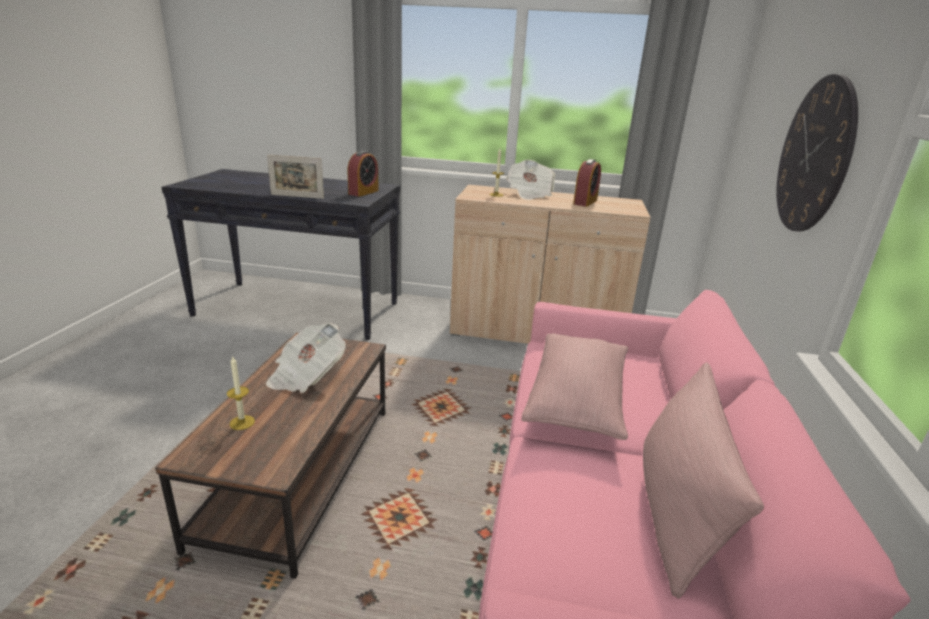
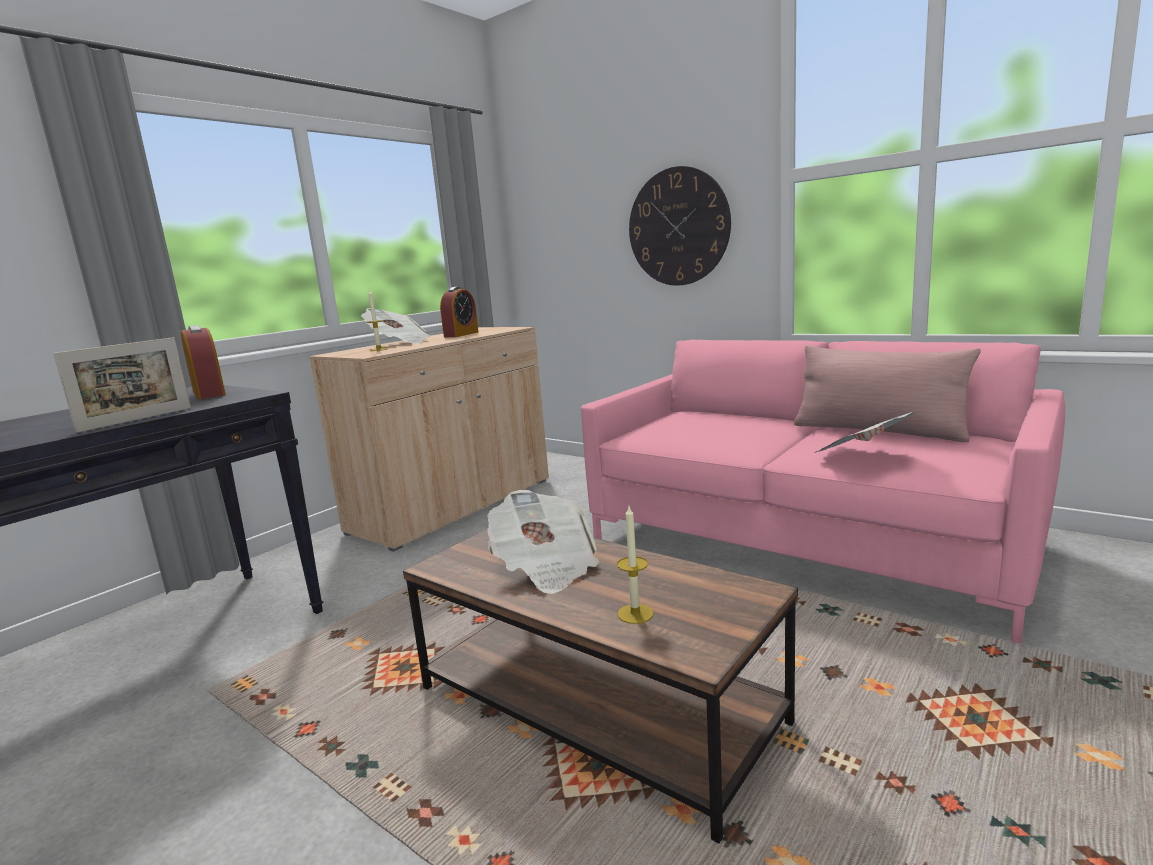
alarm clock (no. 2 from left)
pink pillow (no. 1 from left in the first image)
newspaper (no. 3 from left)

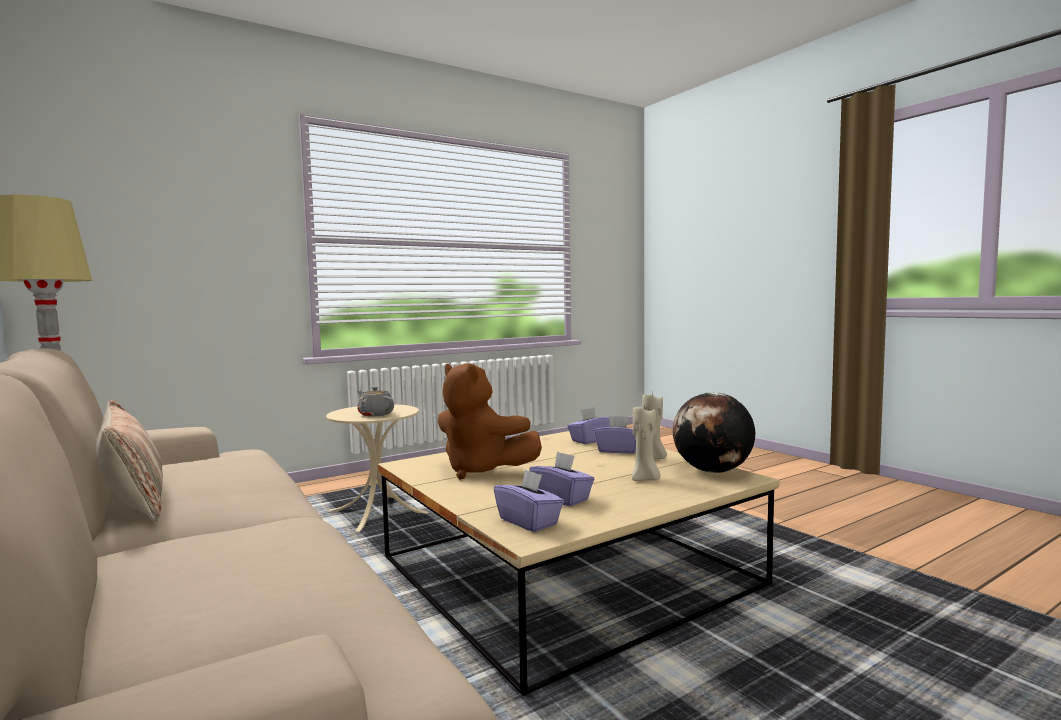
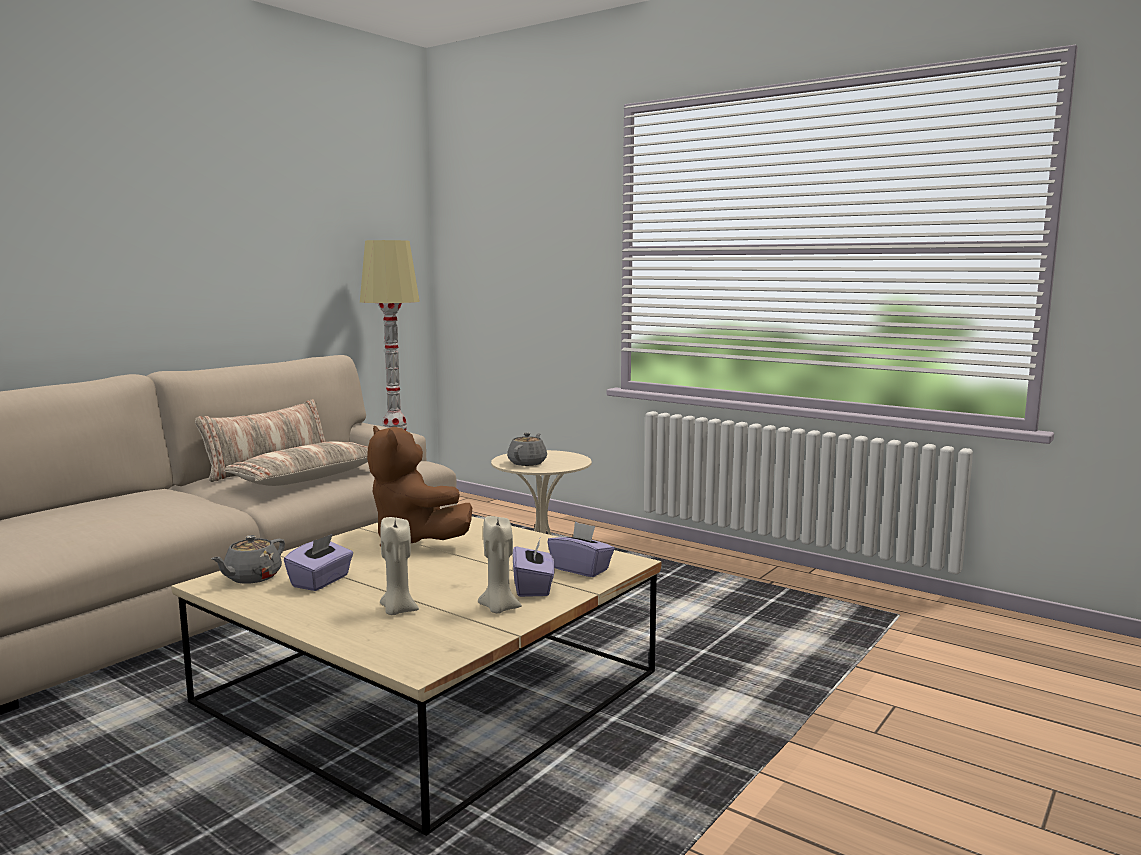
brown plush toy
globe
grey teapot (no. 1 from left)
pillow (no. 2 from left)

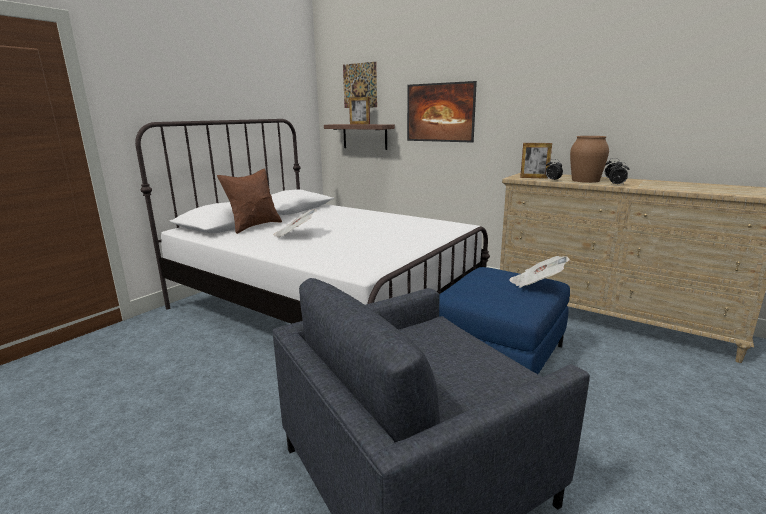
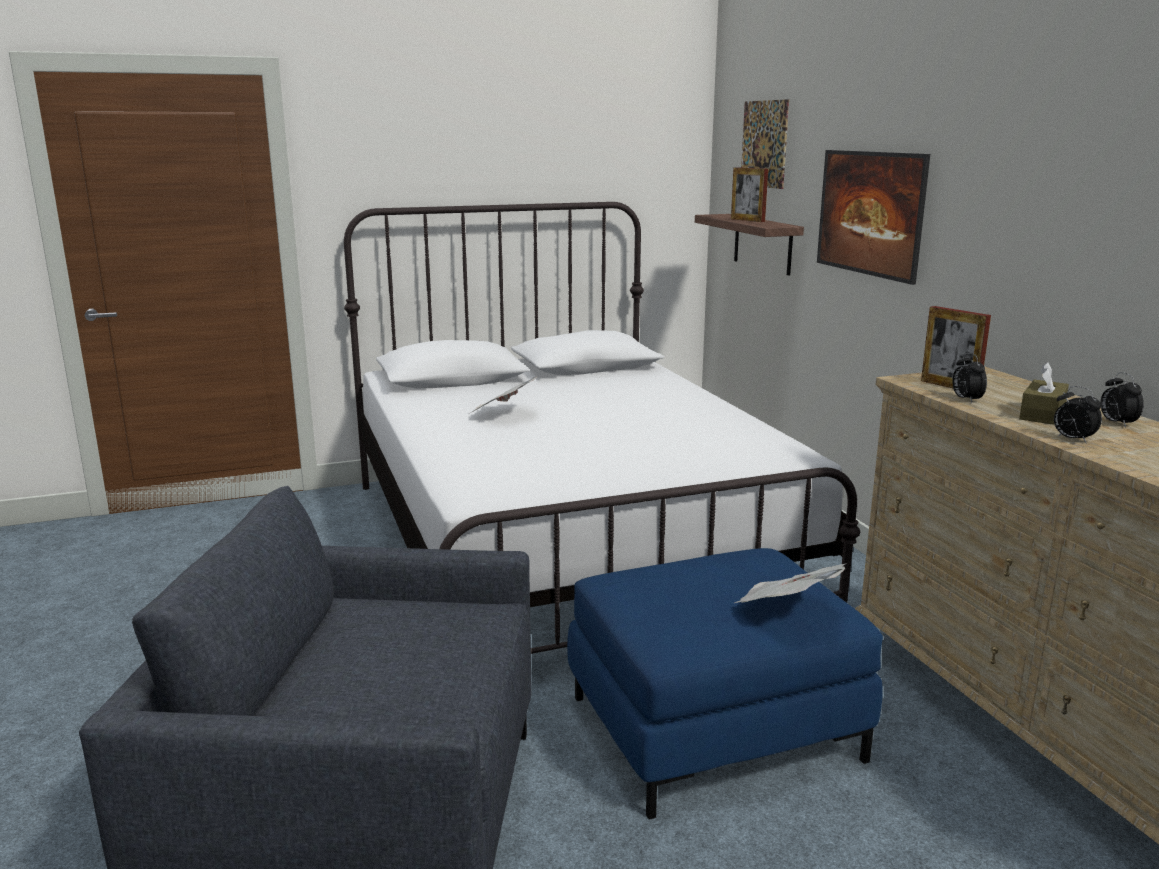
brown tissue box
brown pillow

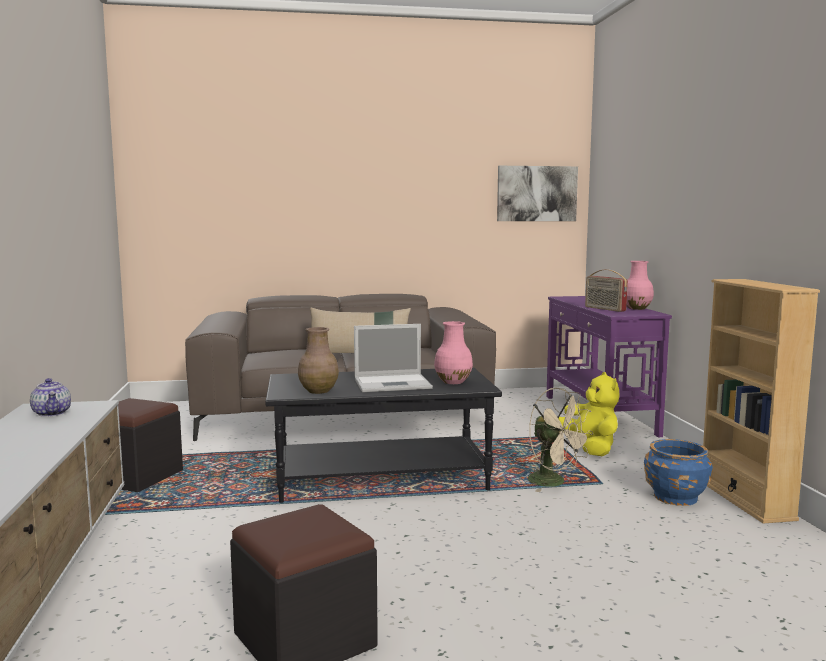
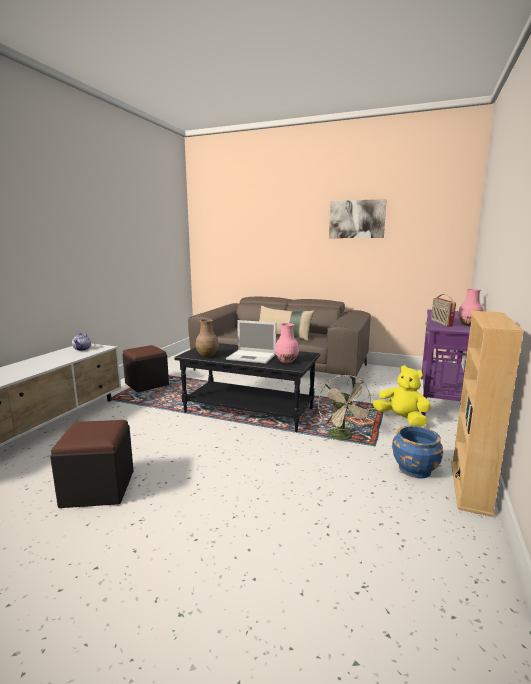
picture
yellow plush toy

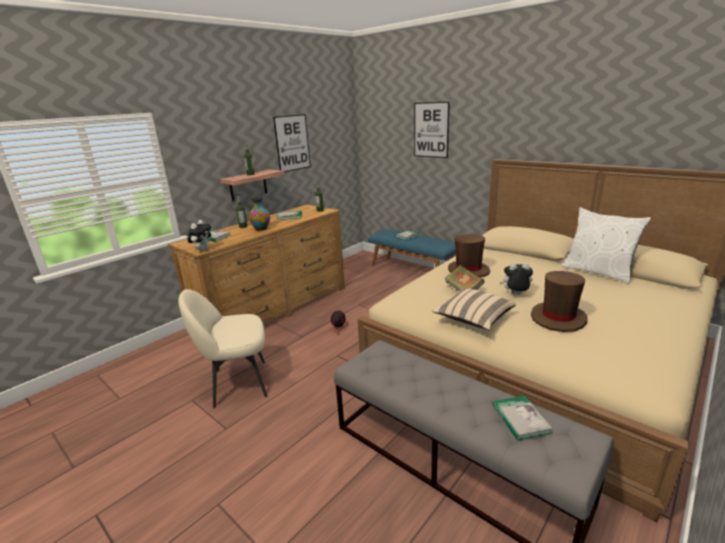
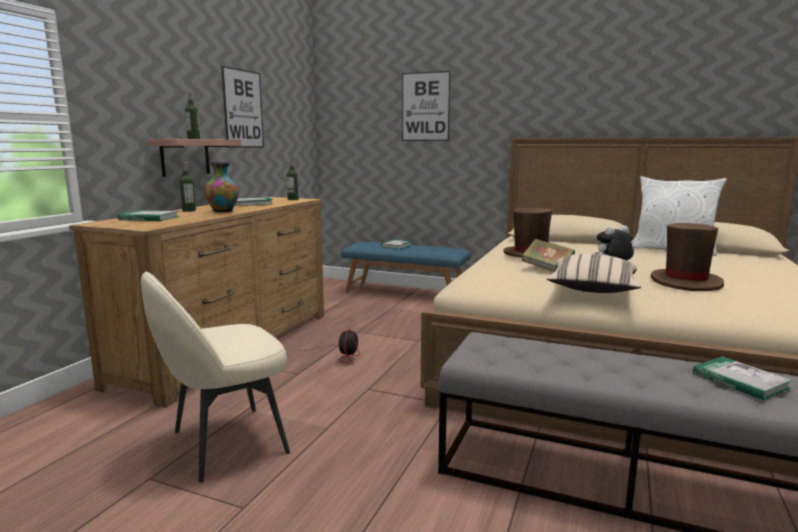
plush toy (no. 1 from left in the first image)

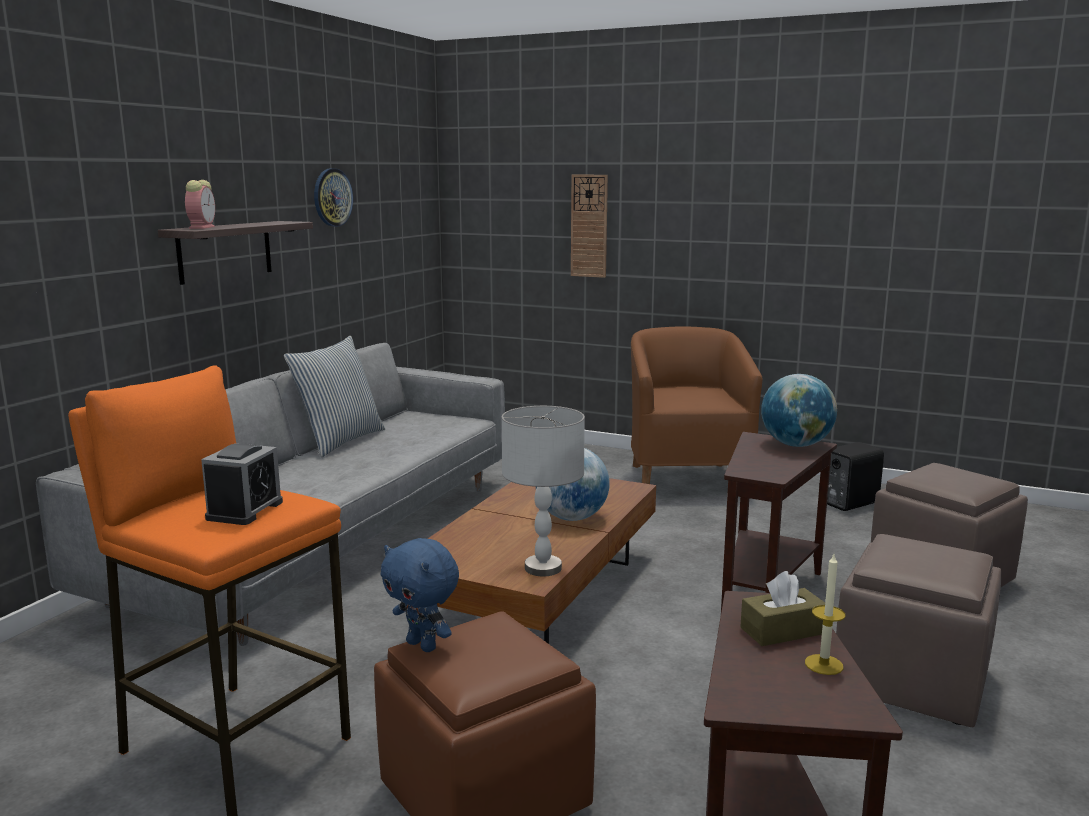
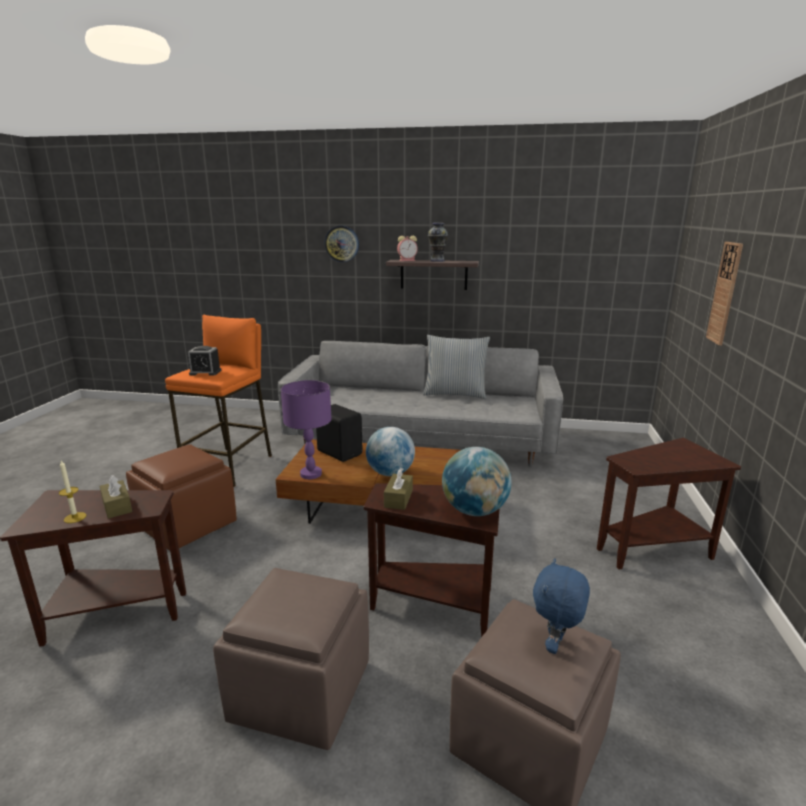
wall clock (no. 1 from left)
brown side table (no. 3 from left)
purple table lamp
black speaker
blue plush toy
vase
brown tissue box (no. 2 from left)

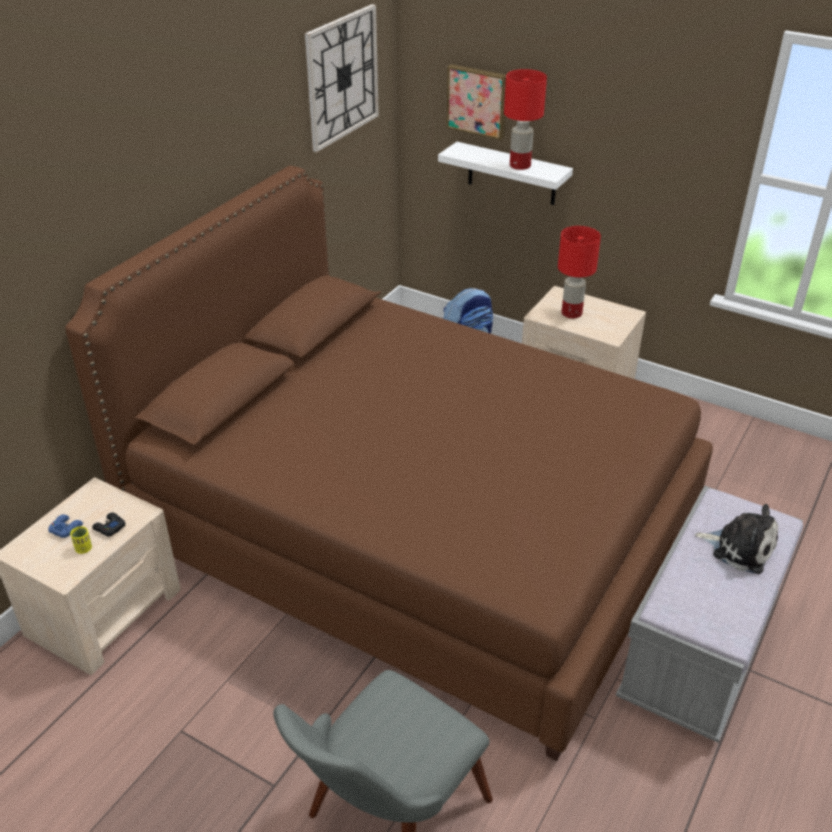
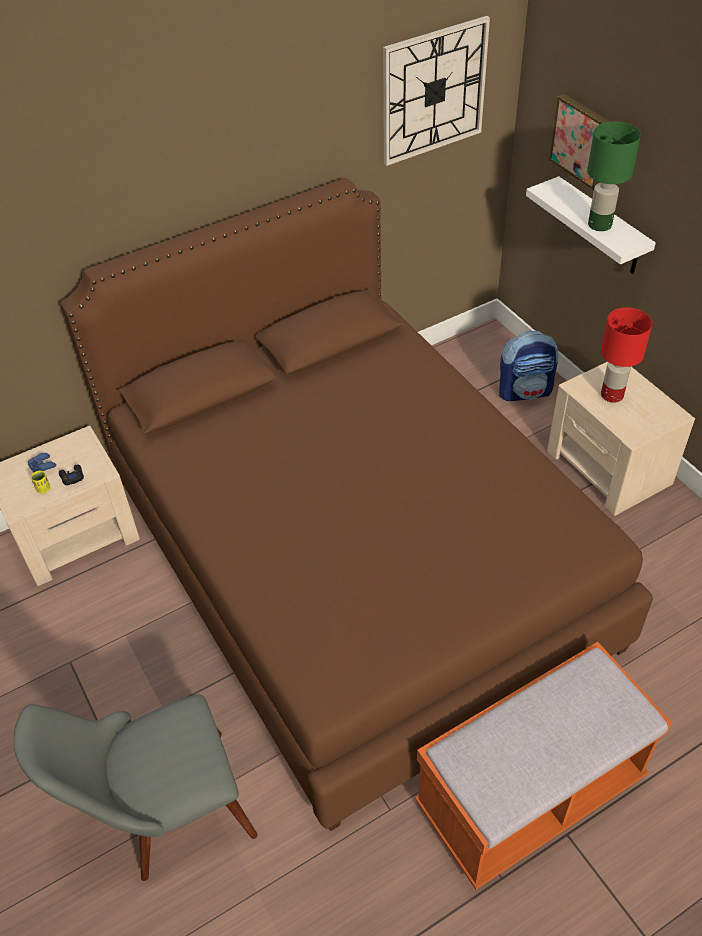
green table lamp
orange bench
plush toy

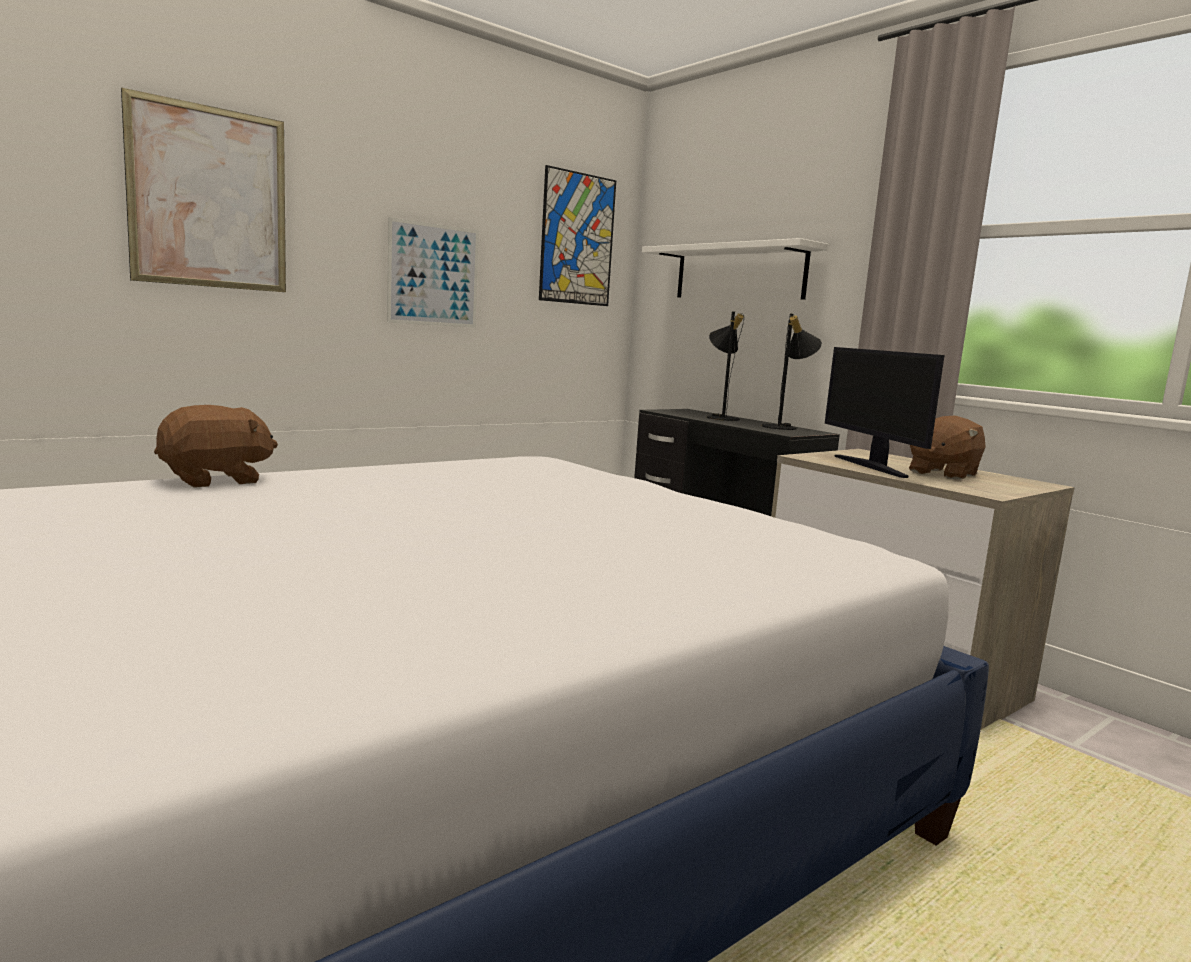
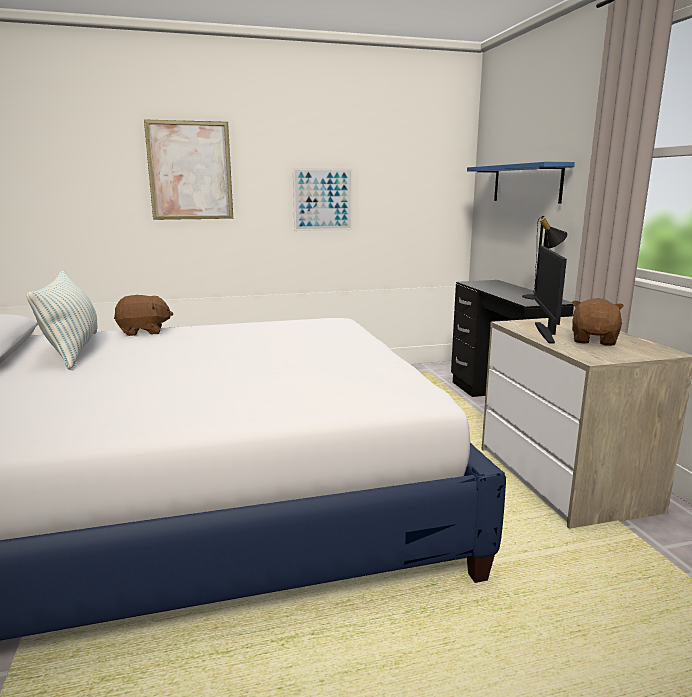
picture (no. 3 from left in the first image)
blue shelf
black table lamp (no. 1 from left in the first image)
brown plush toy (no. 2 from left)
pillow

